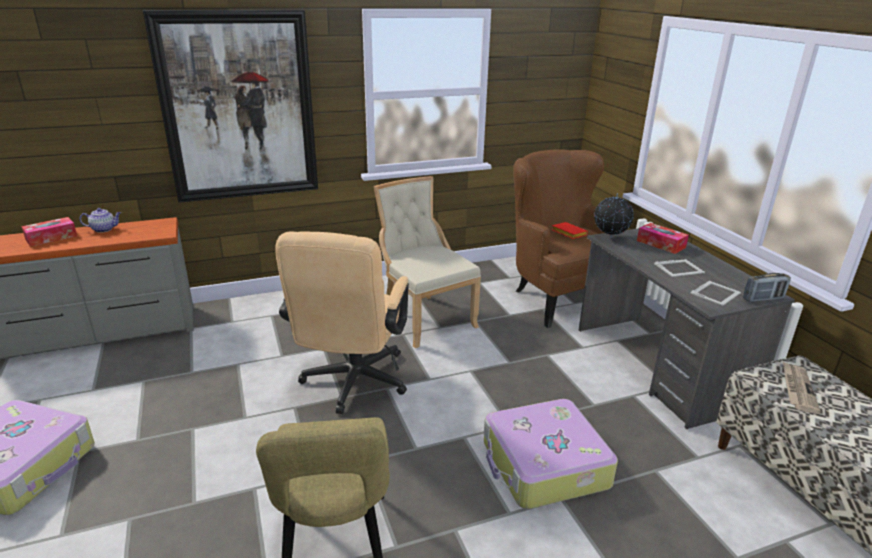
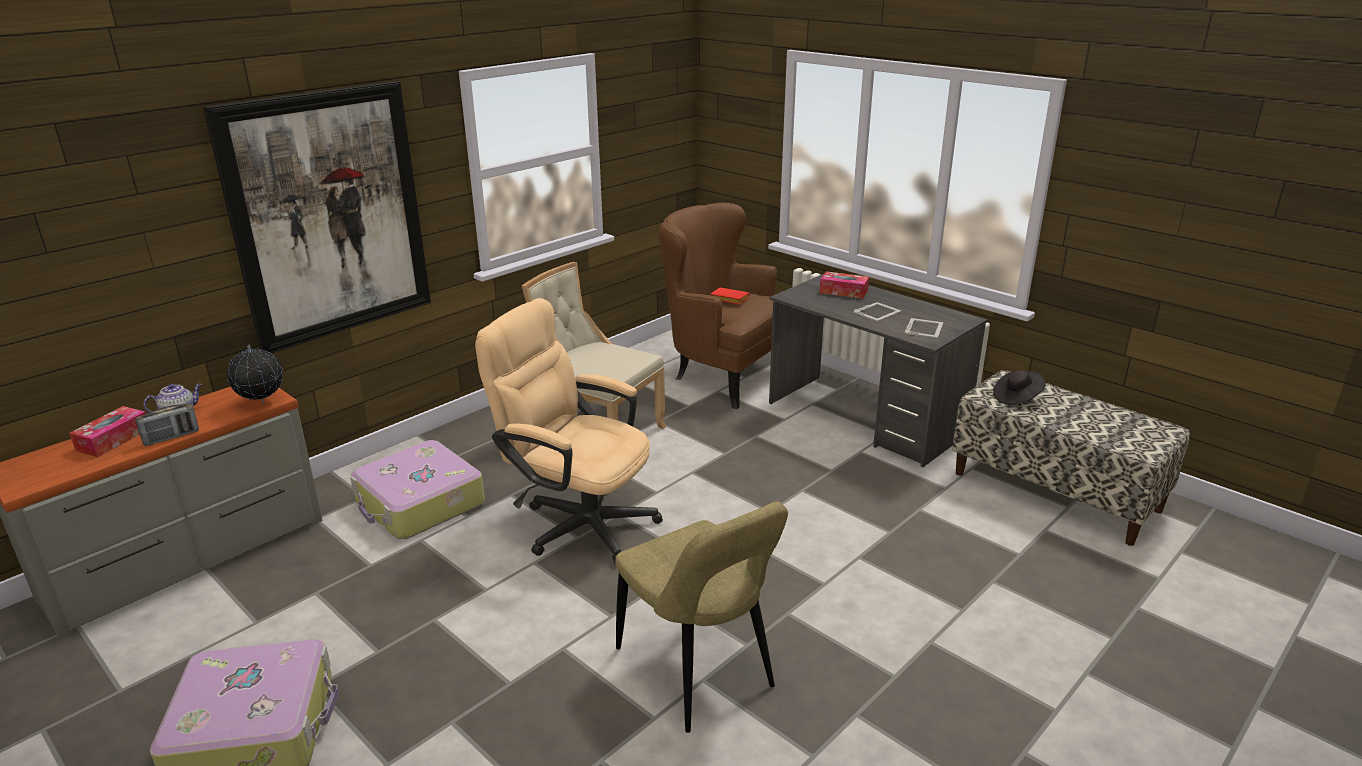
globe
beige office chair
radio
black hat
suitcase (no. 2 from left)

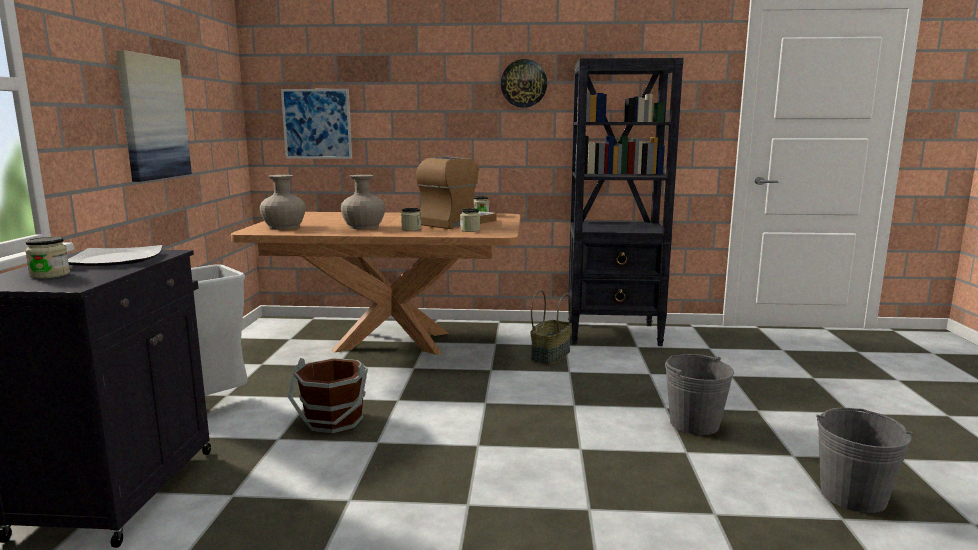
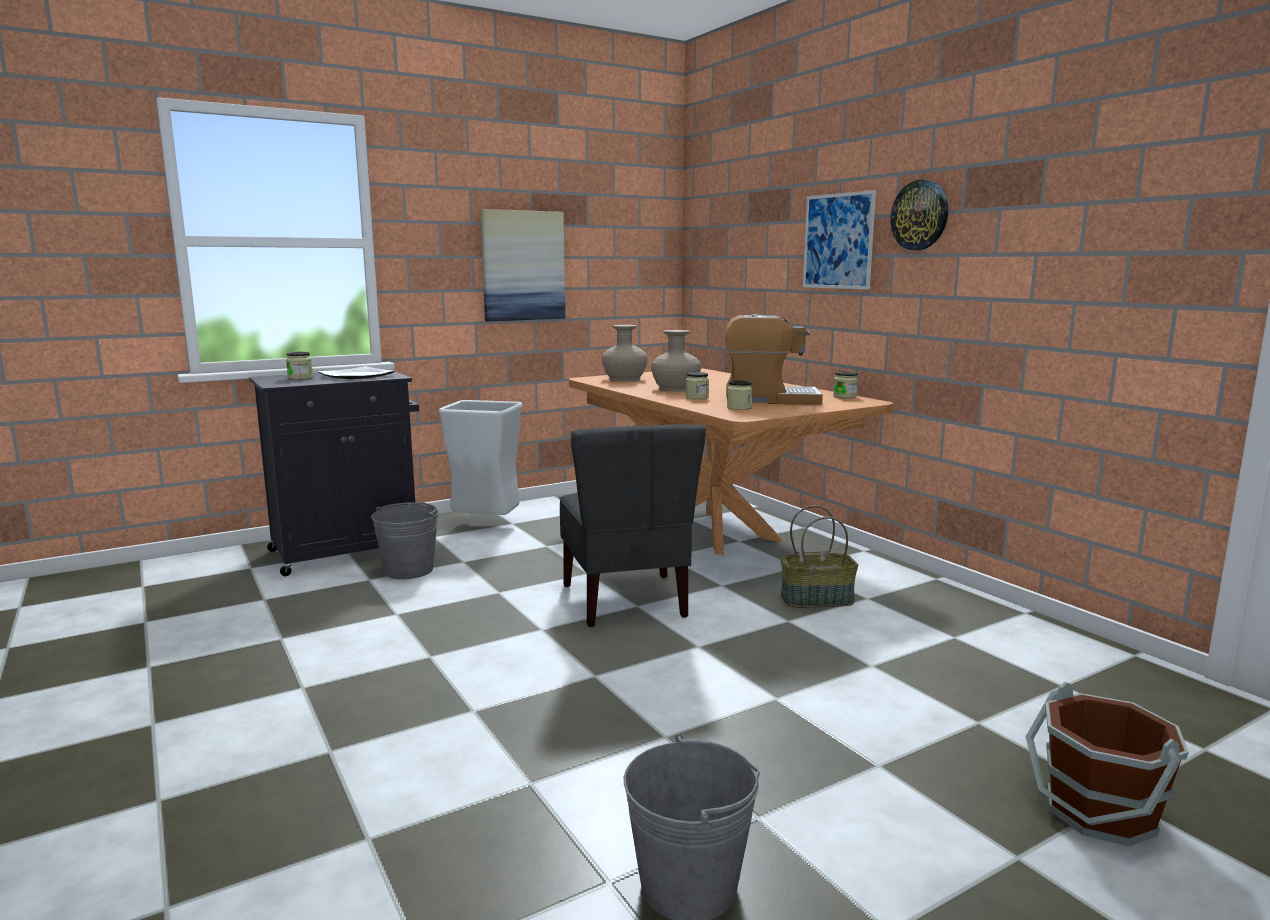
black bookcase
picture (no. 2 from left)
grey bucket (no. 1 from left)
brown bucket
grey chair

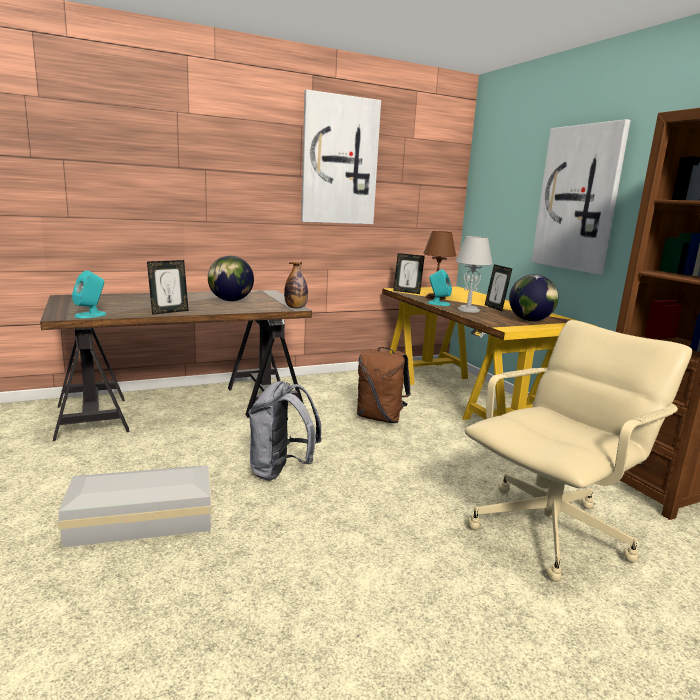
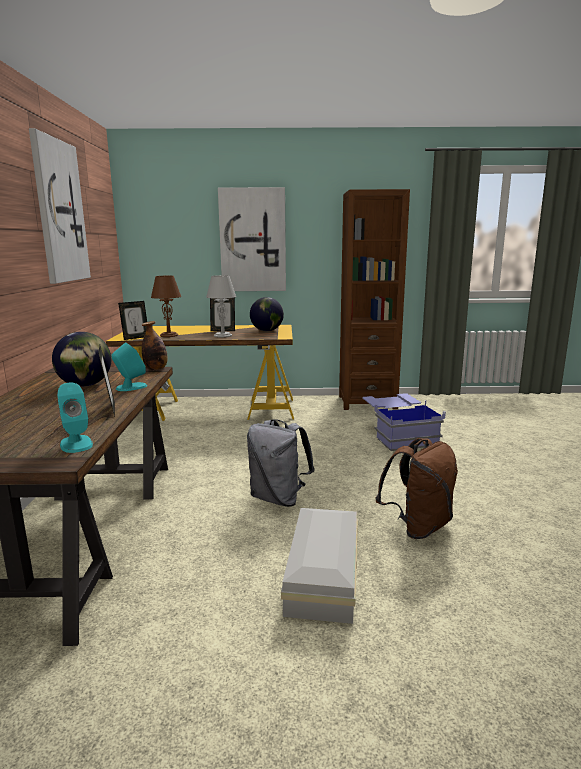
turquoise speaker (no. 2 from left)
blue storage box
brown backpack

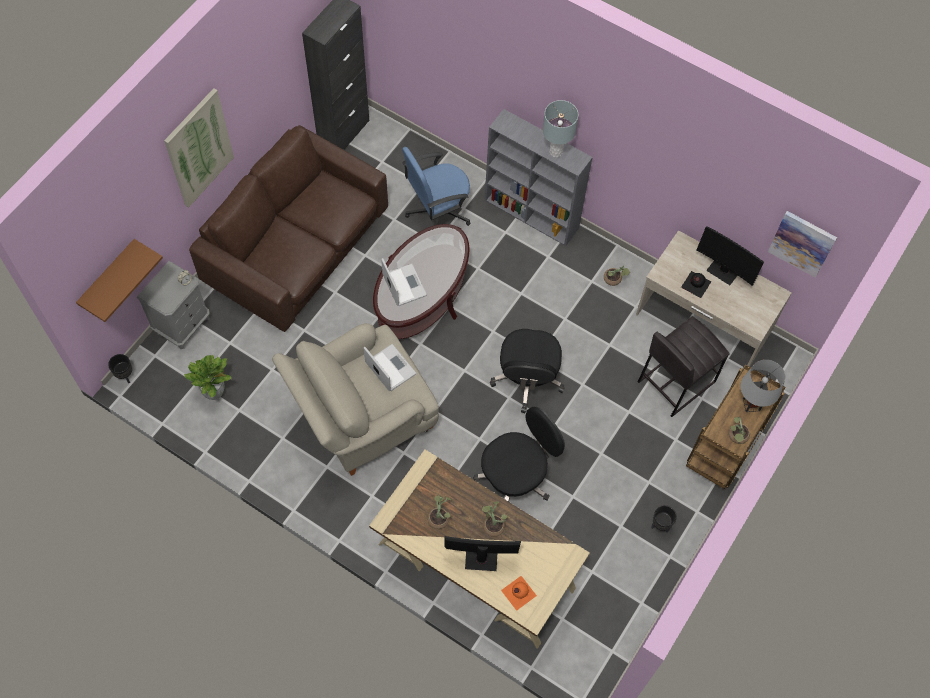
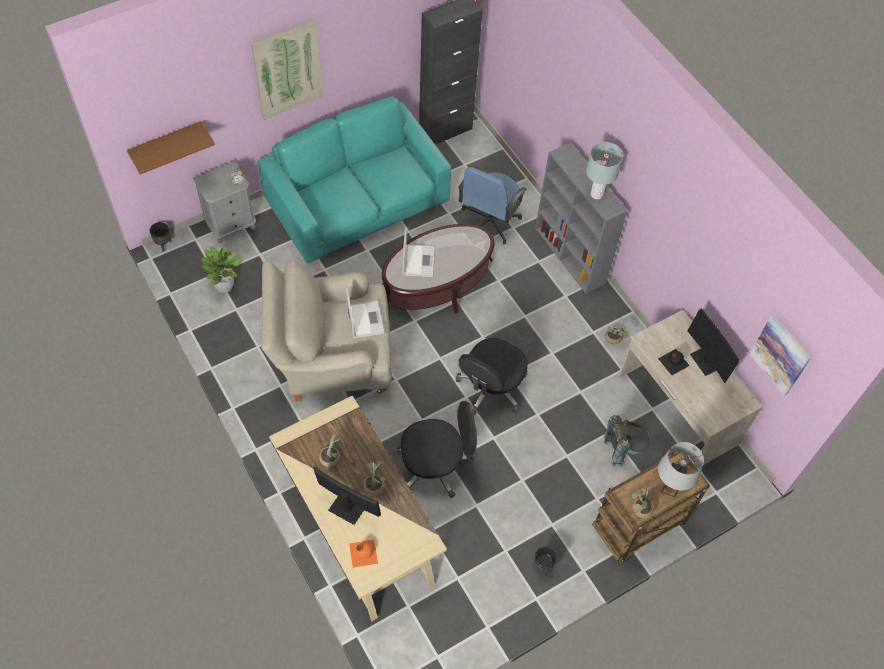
turquoise sofa
blue office chair
grey backpack

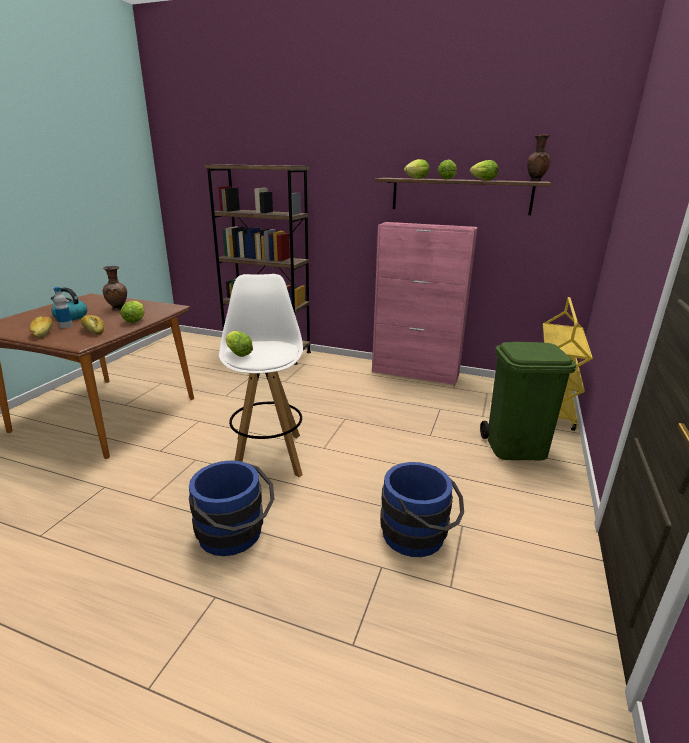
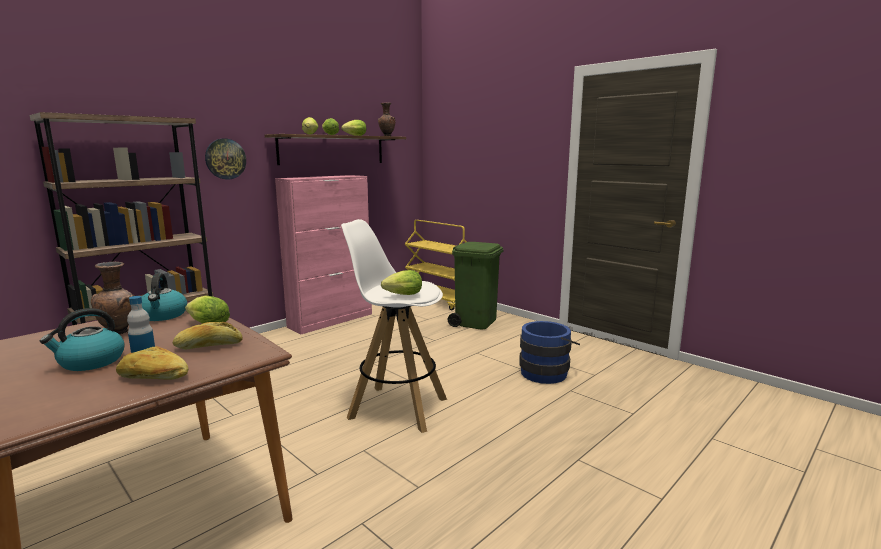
blue bucket (no. 1 from left in the first image)
wall clock
kettle (no. 2 from left)

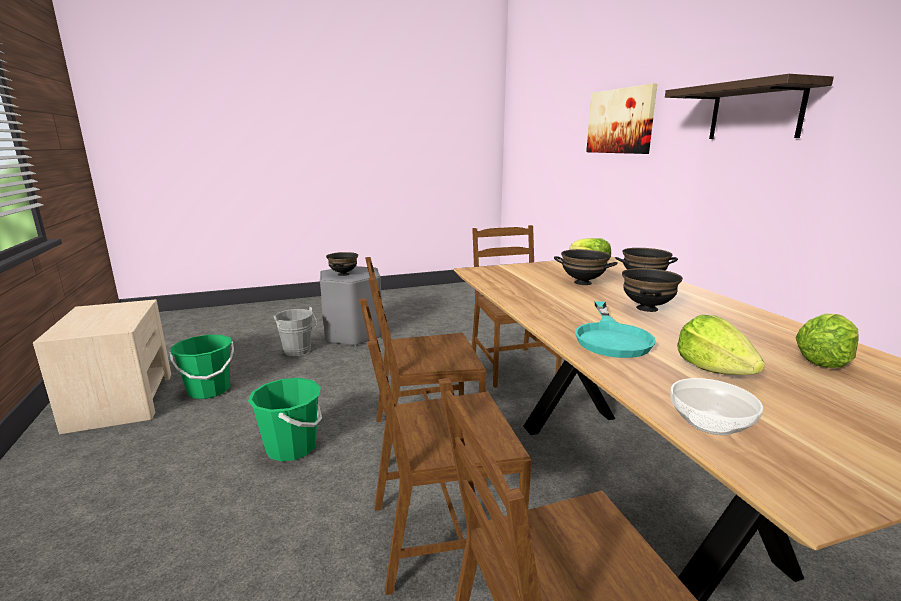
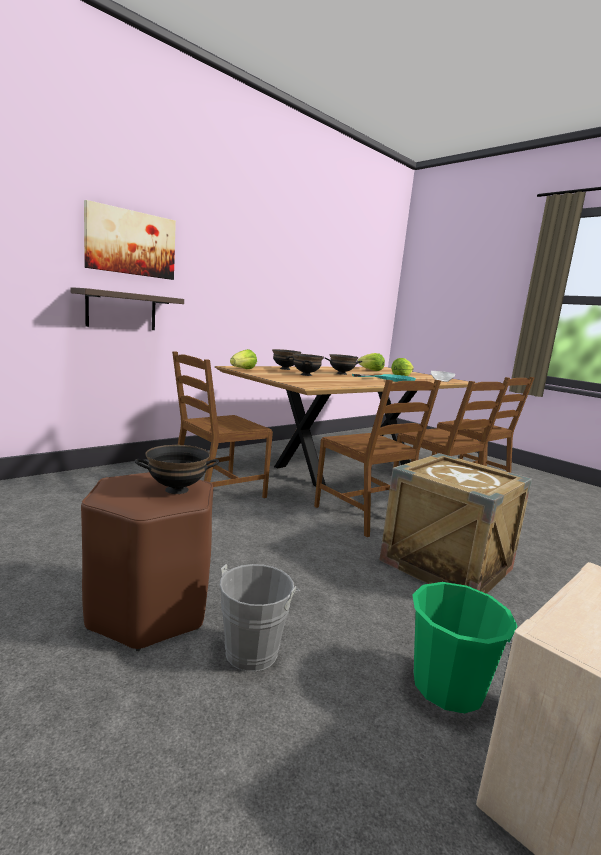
shelf
brown stool
crate

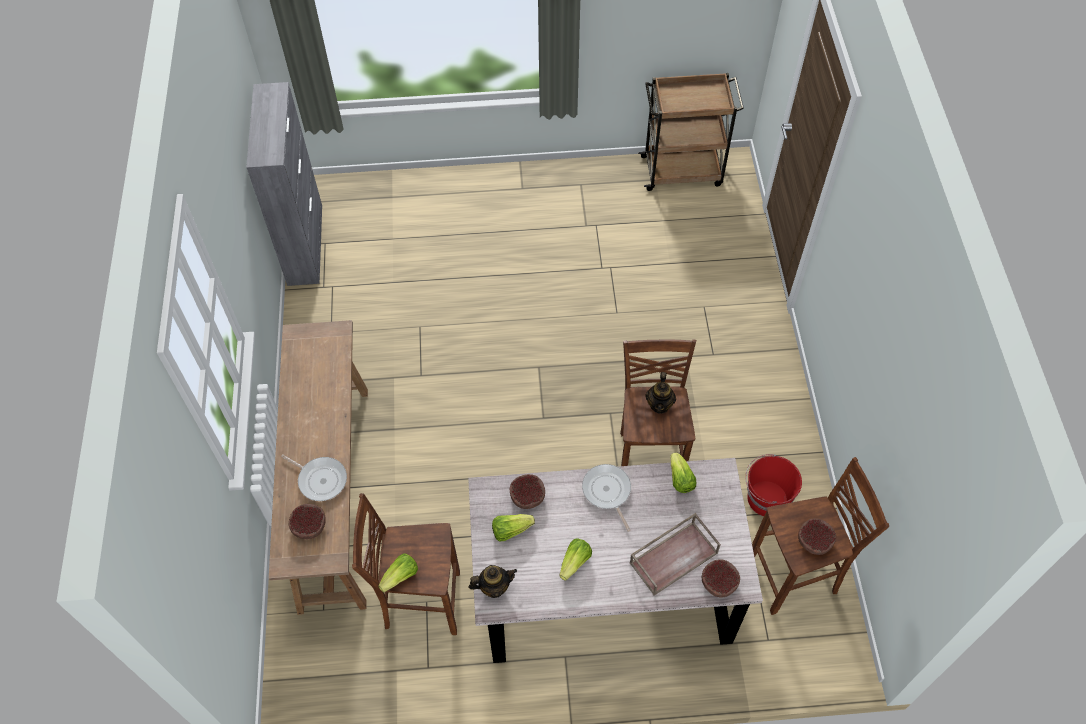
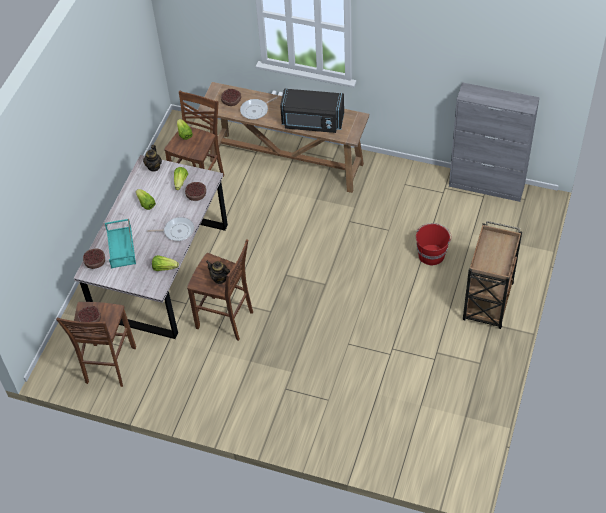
brown cart
red bucket
turquoise tray
black microwave

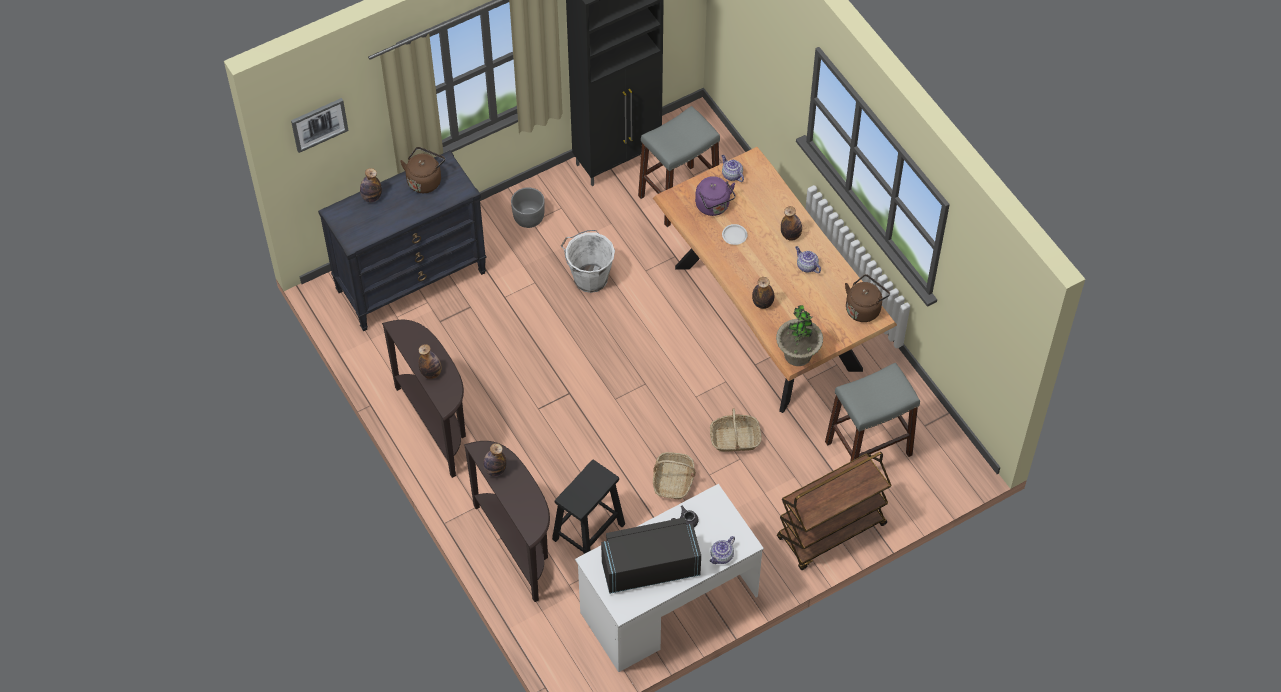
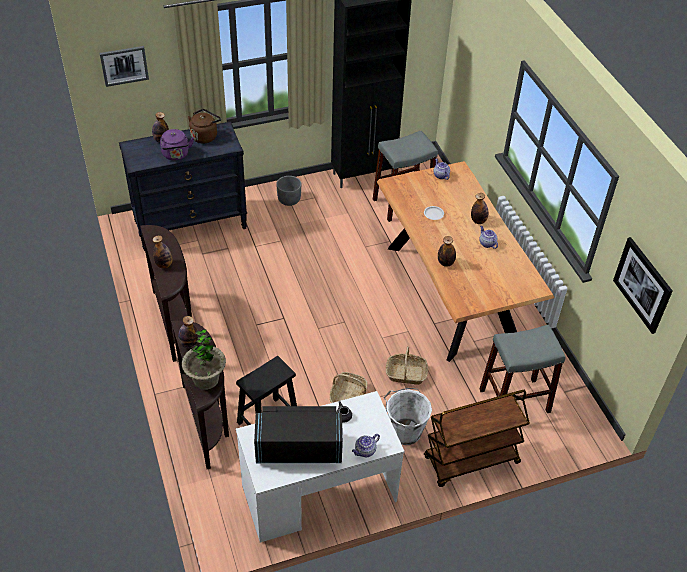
purple kettle
white bucket
brown kettle (no. 2 from left in the first image)
potted plant
picture (no. 2 from left)

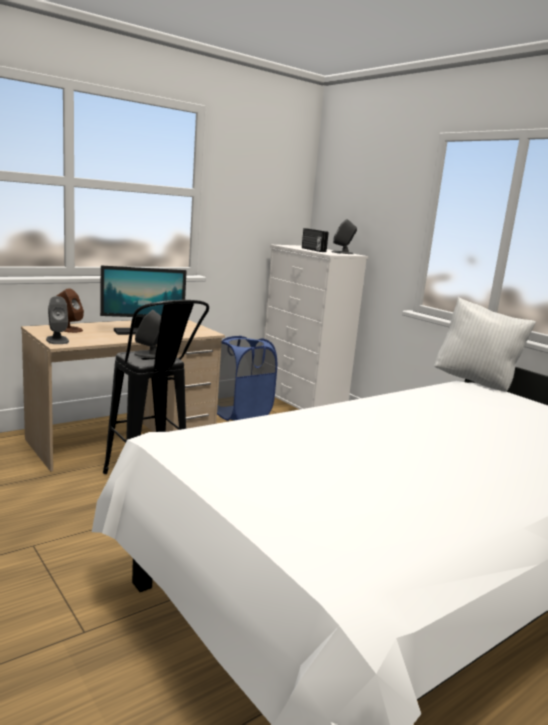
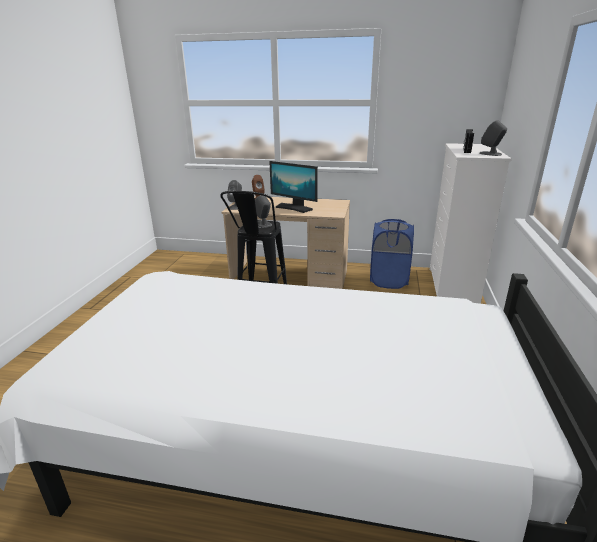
white pillow

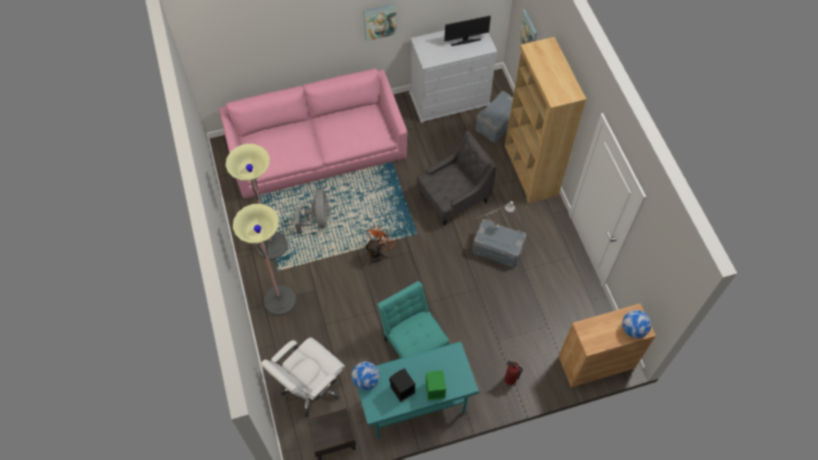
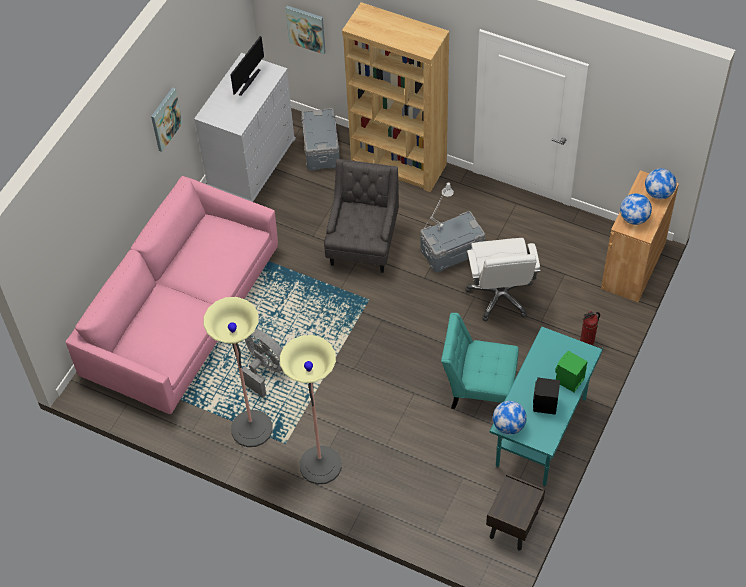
orange fan
white office chair
globe (no. 2 from left)

